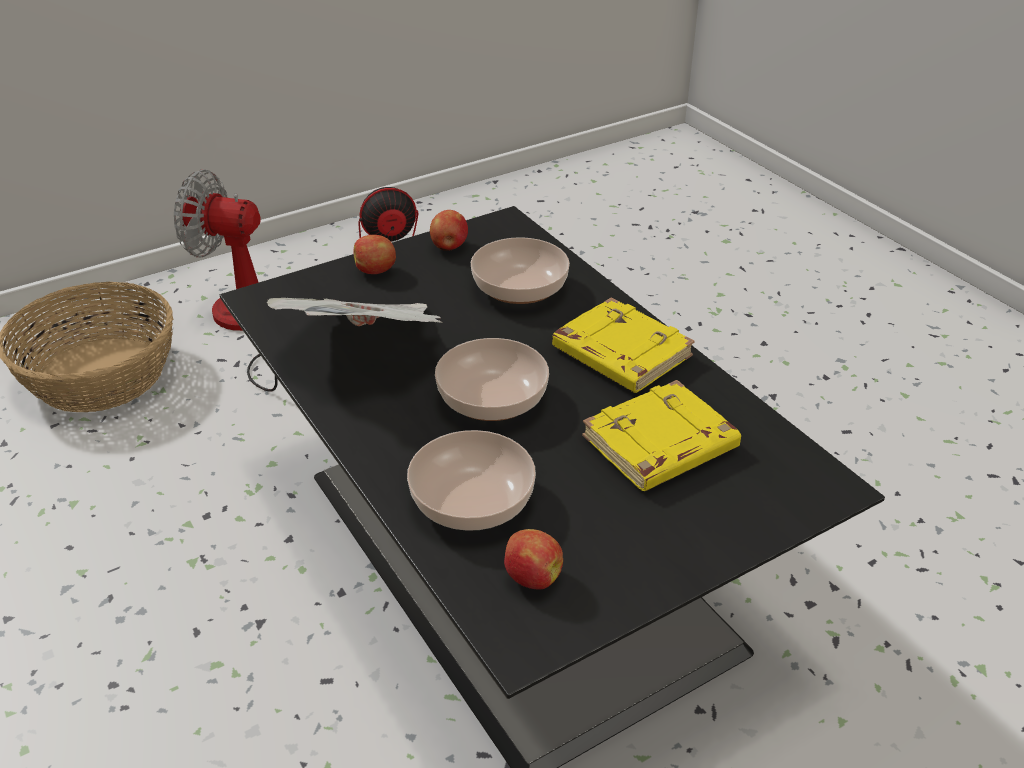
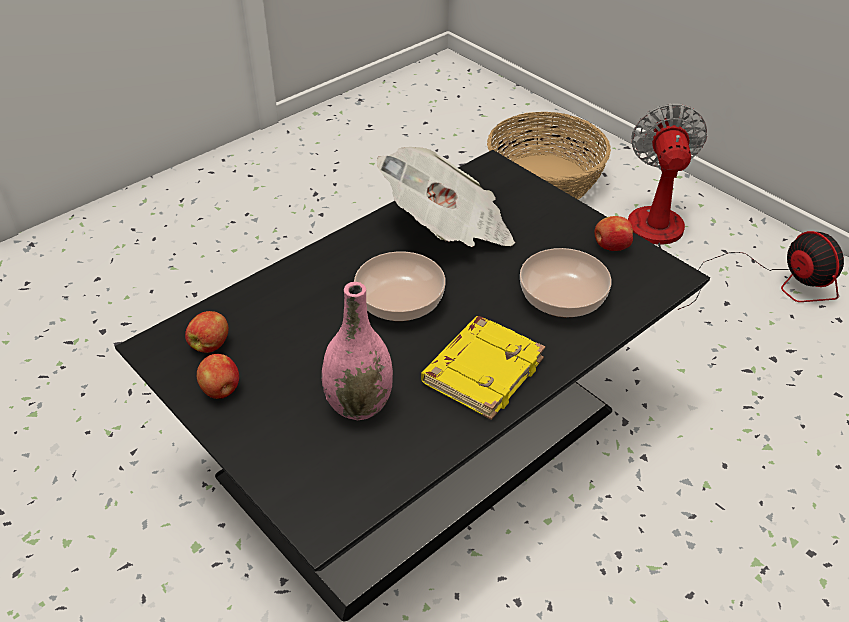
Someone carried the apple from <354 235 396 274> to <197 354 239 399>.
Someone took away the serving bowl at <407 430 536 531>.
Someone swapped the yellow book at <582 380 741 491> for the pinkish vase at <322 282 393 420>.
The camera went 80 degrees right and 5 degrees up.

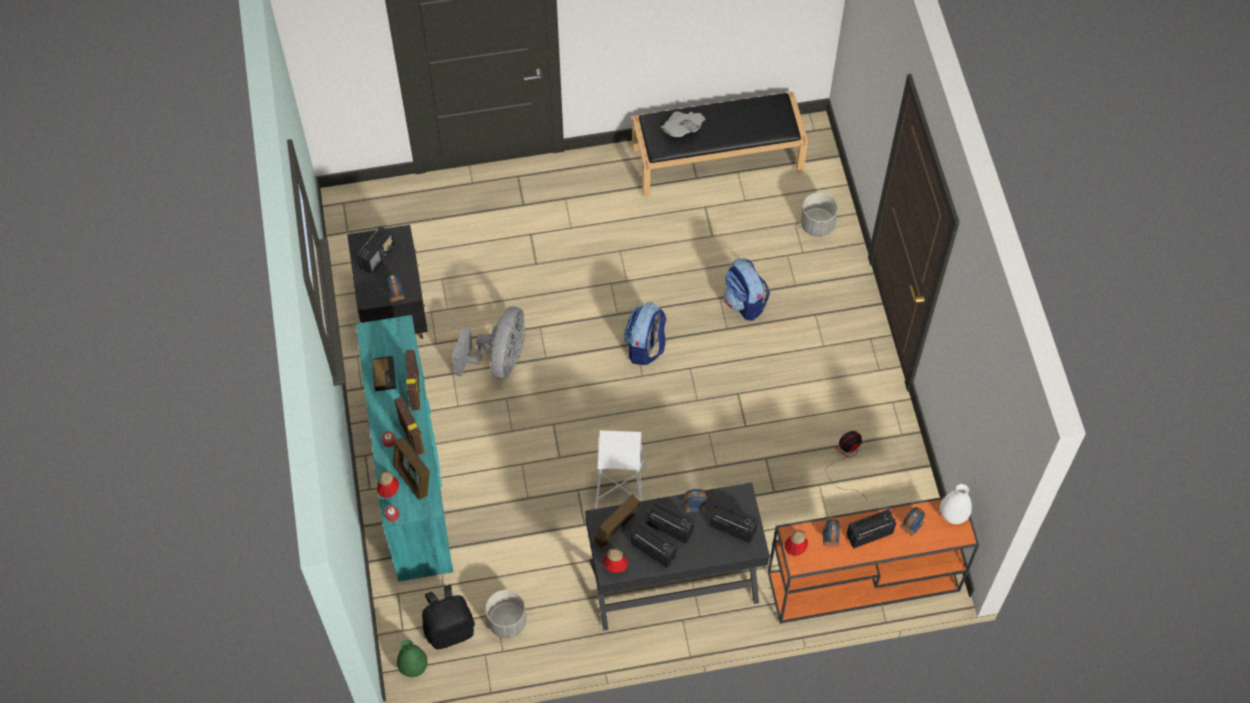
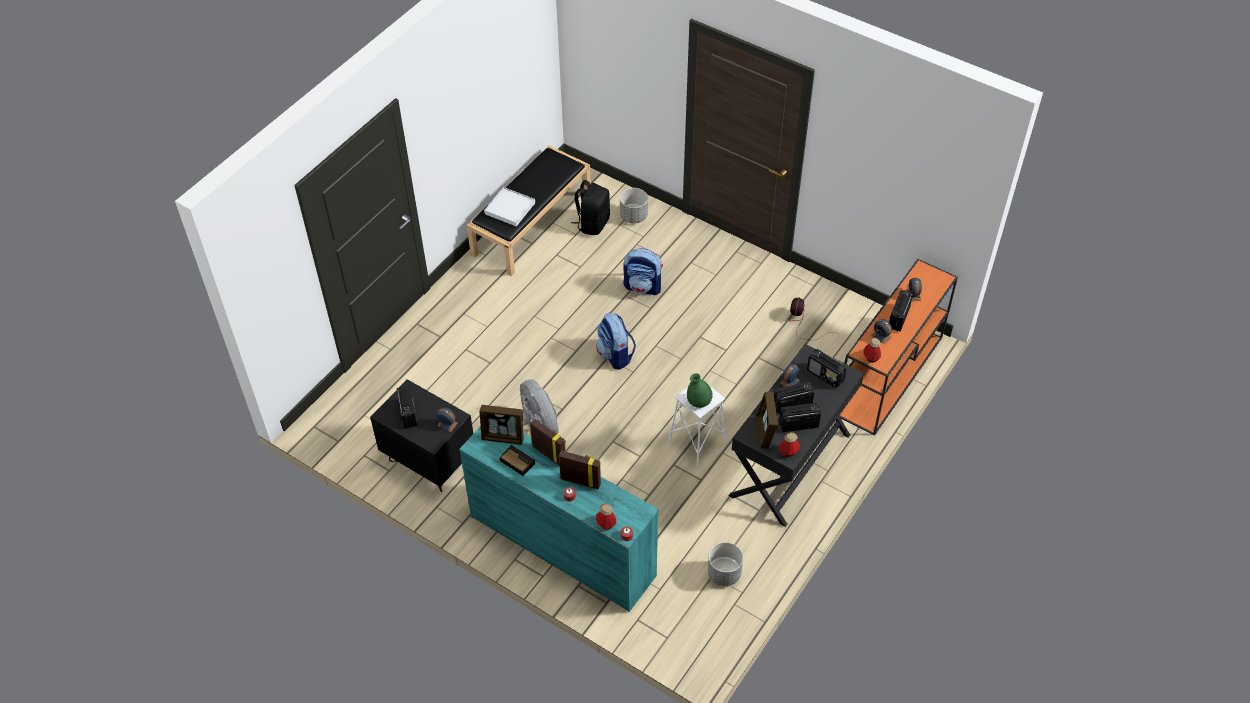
Someone carried the standing frame from <393 437 430 500> to <479 405 524 445>.
Someone carried the greenish vase from <397 640 427 677> to <687 373 713 408>.
Someone carried the black-coloured knapsack from <422 585 475 650> to <571 180 610 235>.
Someone swapped the printed paper at <661 111 706 137> for the whitish carrying tray at <484 187 535 227>.
Someone rotated the radio set at <710 502 758 543> by 120 degrees counterclockwise.
Someone took away the whitish vase at <940 484 972 524>.
The camera went 45 degrees left and 10 degrees down.

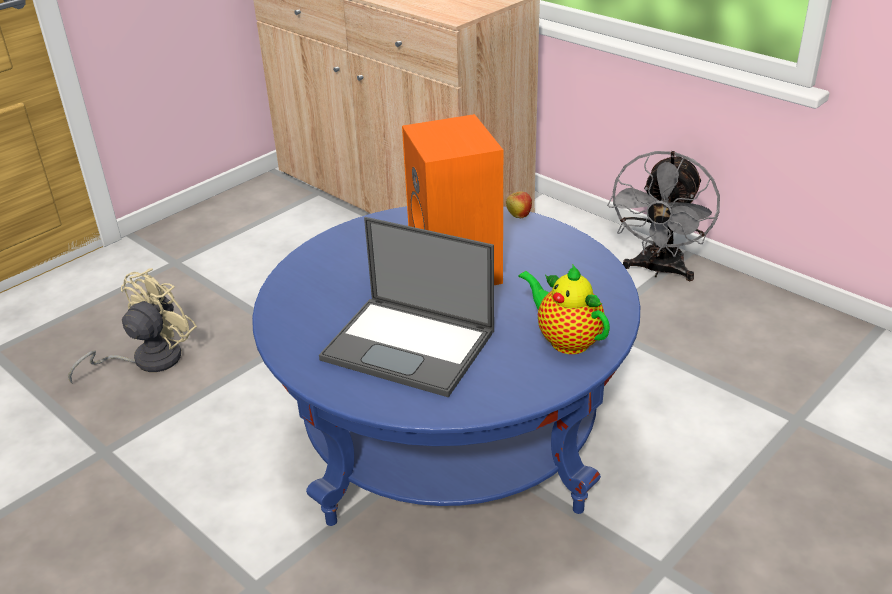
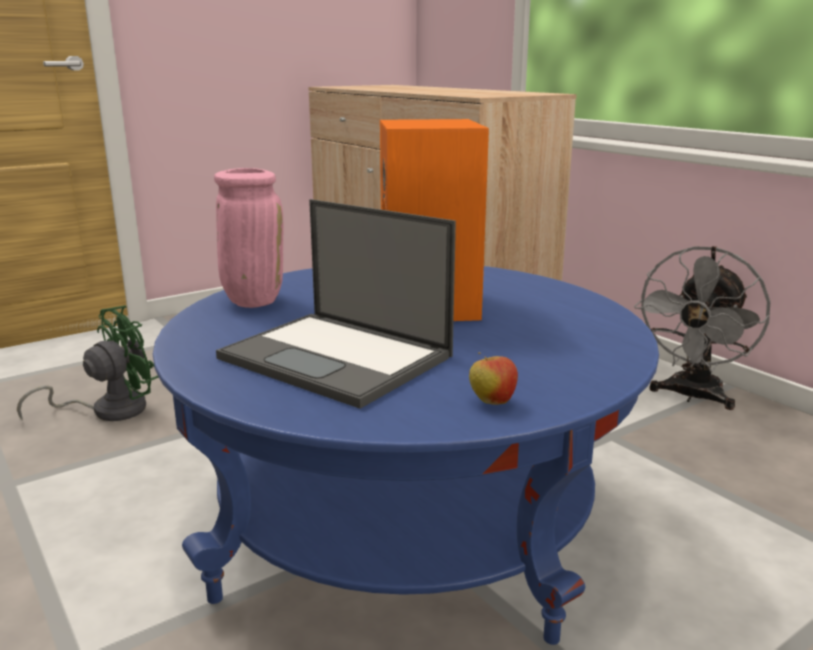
Someone repainted the sand-coloured cooling fan at <68 269 197 384>, which became the greenish cooling fan at <17 305 159 421>.
Someone carried the apple from <506 191 532 218> to <469 352 518 405>.
Someone took away the pot for tea at <518 264 610 354>.
Someone put down the pinkish vase at <214 168 283 308>.
The camera went 10 degrees right and 15 degrees down.

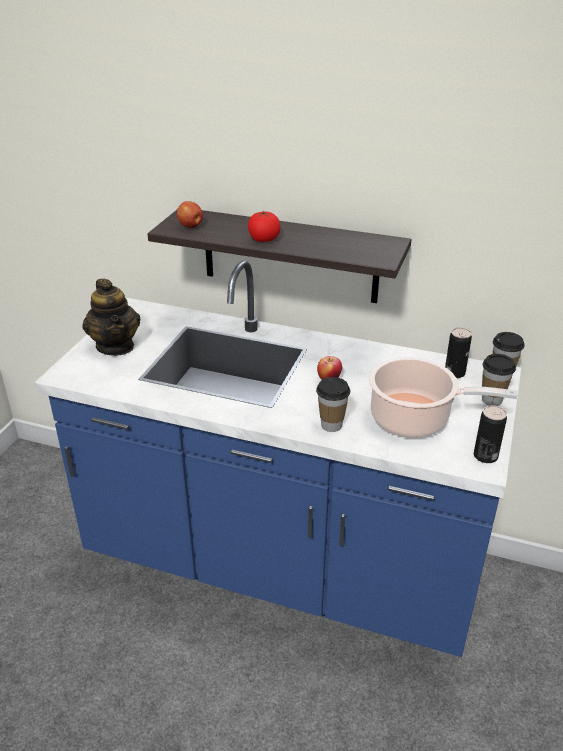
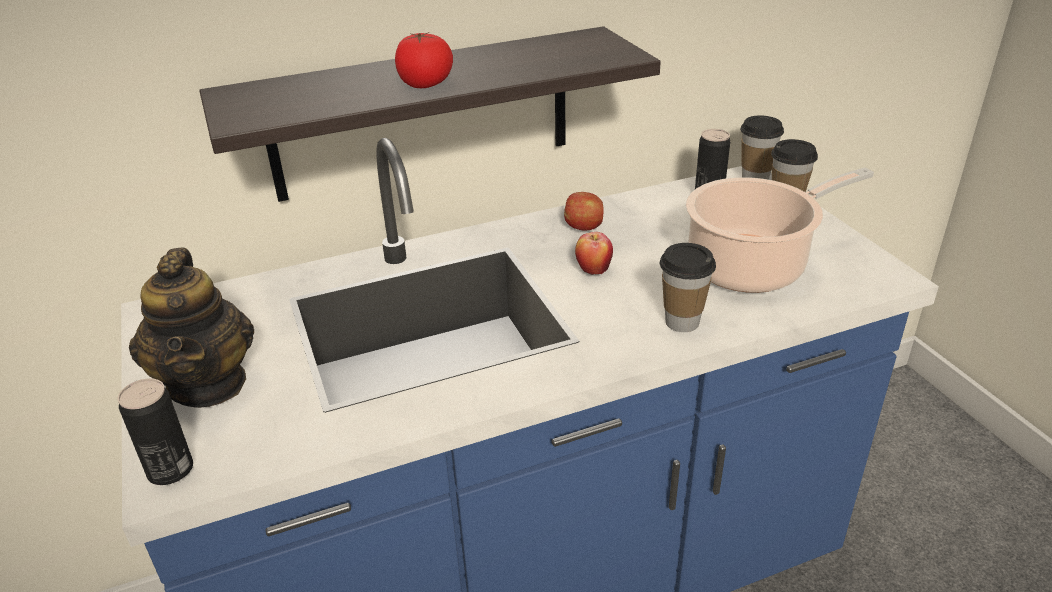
Someone rotated the pot for tea at <82 279 141 356> by 45 degrees clockwise.
Someone carried the apple from <177 201 203 228> to <564 192 604 231>.
Someone carried the metal can from <474 405 507 463> to <118 378 193 485>.
The camera went 40 degrees left and 0 degrees up.

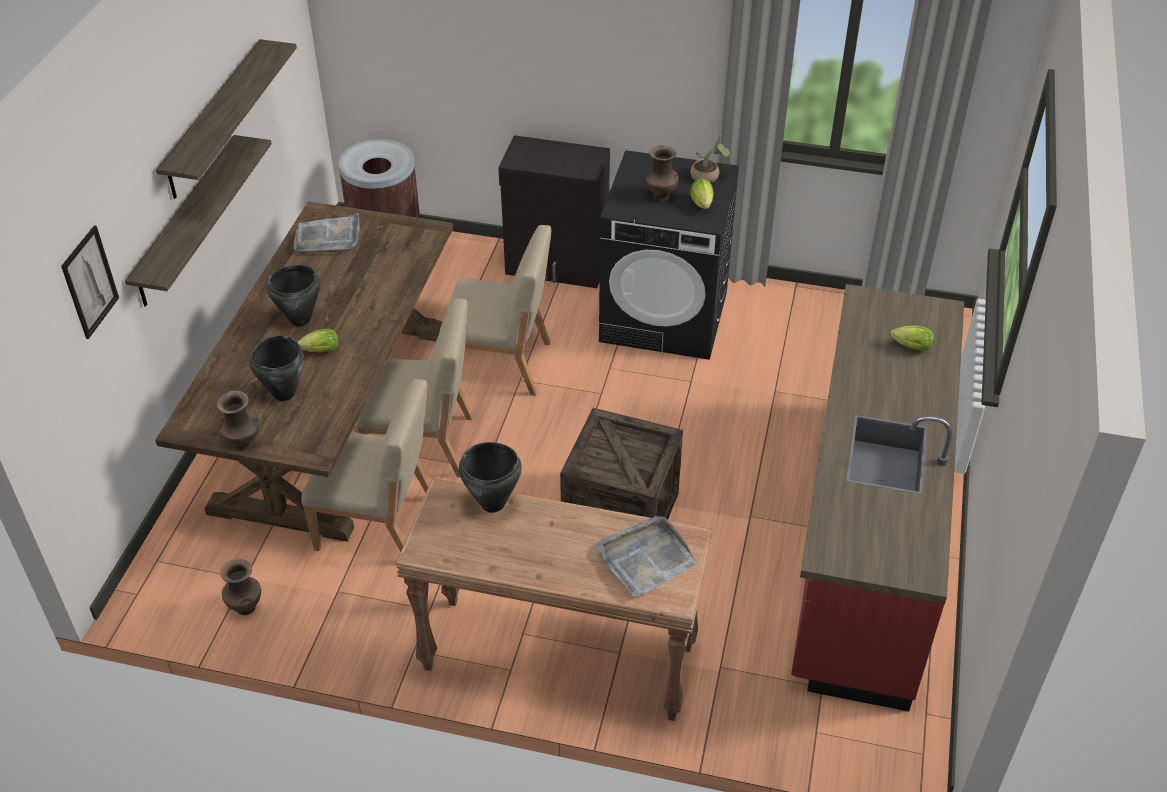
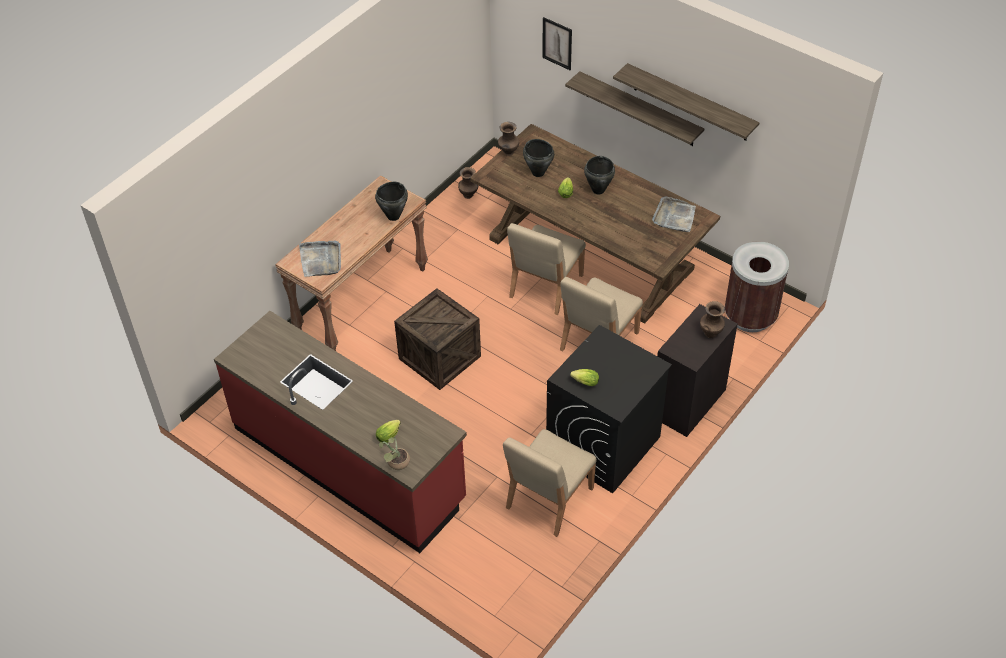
Someone carried the sand-coloured plain chair from <302 379 430 552> to <503 429 597 537>.
Someone carried the brown vase from <644 145 679 201> to <700 301 725 338>.
Someone carried the potted plant from <690 135 731 183> to <379 437 410 470>.
The camera went 115 degrees right and 5 degrees up.

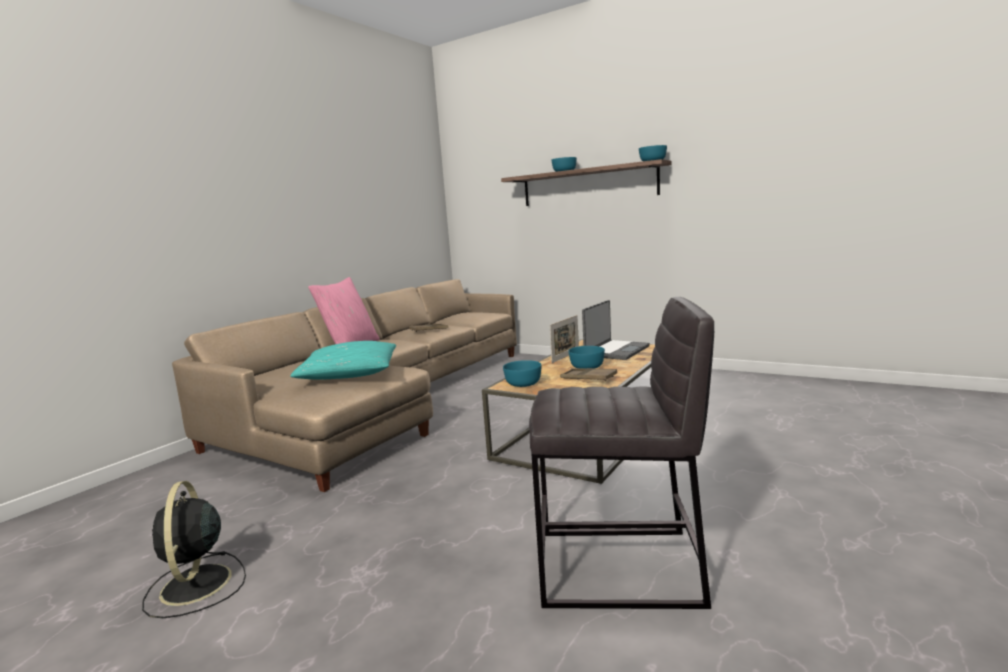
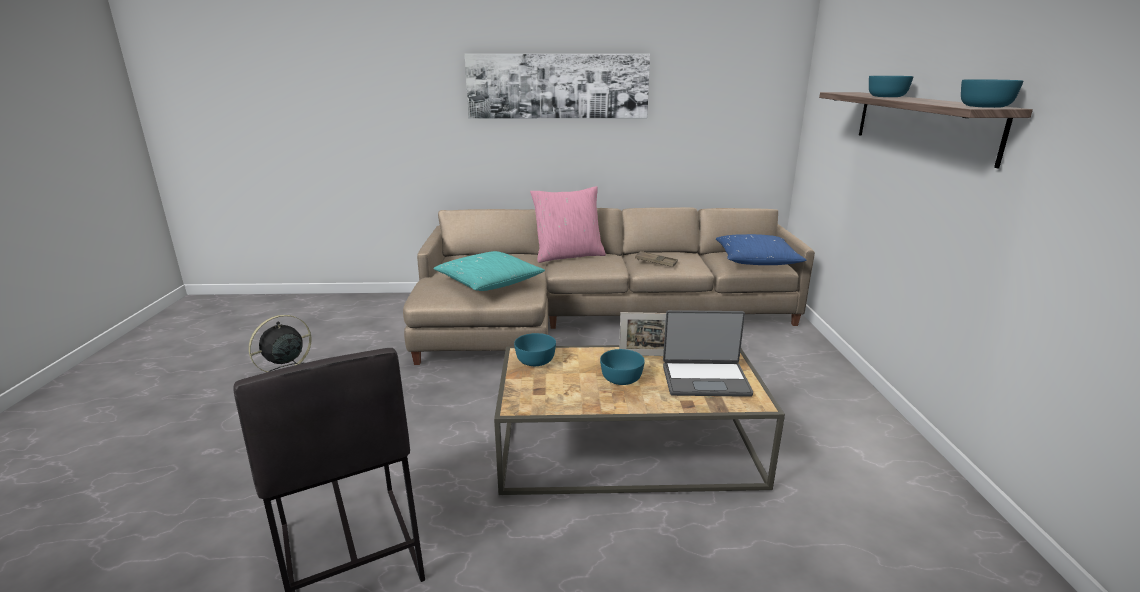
Someone took away the brown carrying tray at <560 368 617 381>.
Someone put up the wall picture at <465 54 650 119>.
Someone put down the blue throw pillow at <716 234 806 265>.
The camera went 55 degrees right and 10 degrees up.

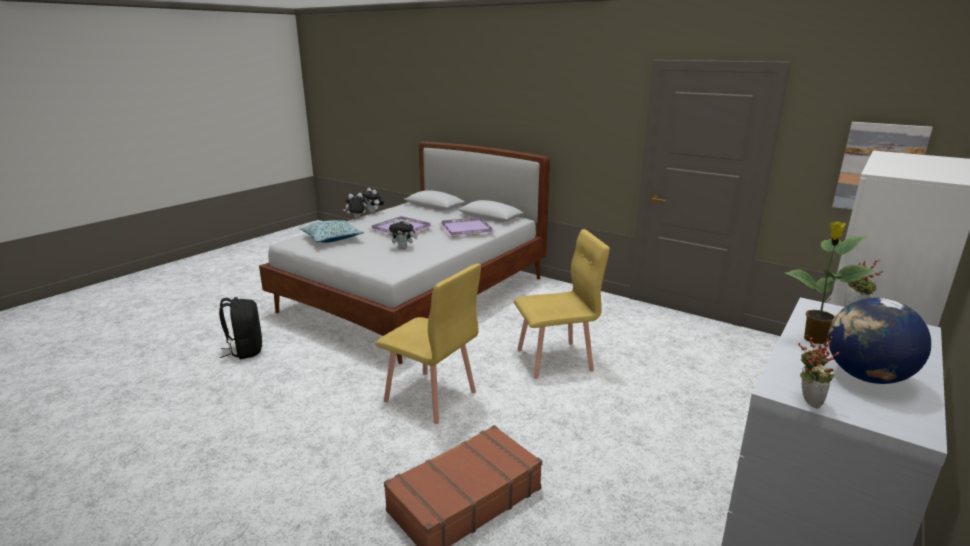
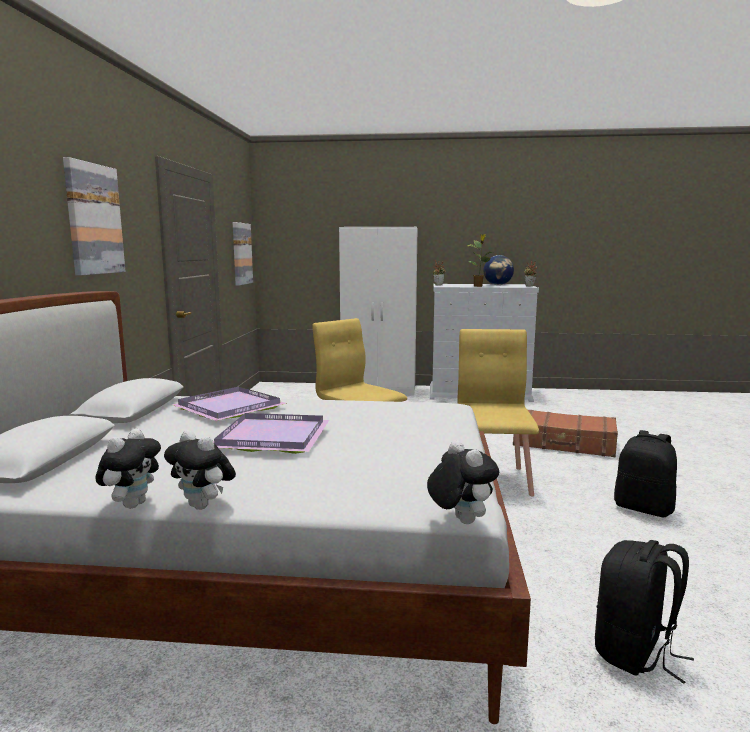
Someone took away the throw pillow at <300 220 364 243>.
Someone carried the plush toy from <389 219 417 249> to <427 440 499 524>.
Someone put up the wall picture at <63 157 126 275>.
Someone put down the black-coloured knapsack at <614 430 677 517>.
The camera went 120 degrees left and 10 degrees down.

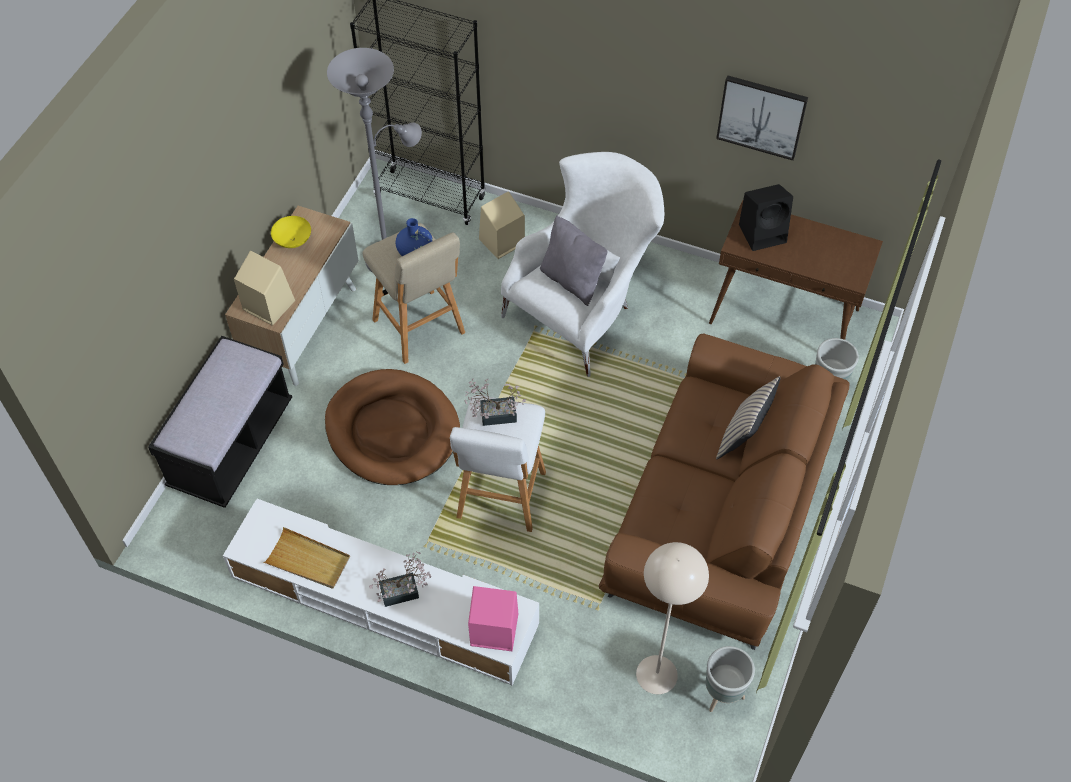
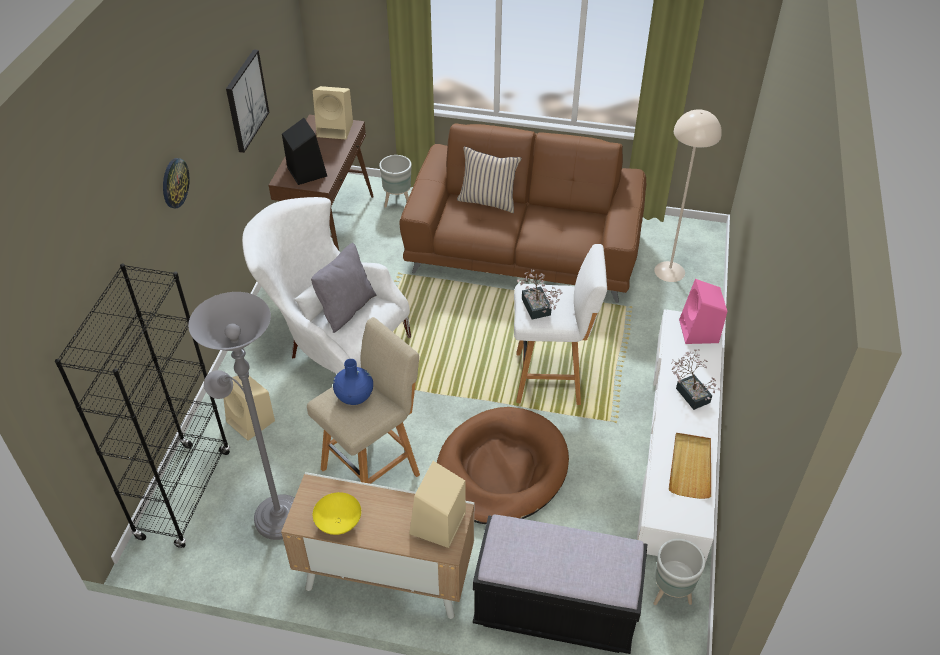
Someone carried the greyish flower pot from <706 646 755 712> to <653 539 705 605>.
Someone put up the clock on the wall at <163 158 190 208>.
Someone put down the sand-coloured speaker at <313 86 353 139>.
The camera went 100 degrees left and 10 degrees down.

